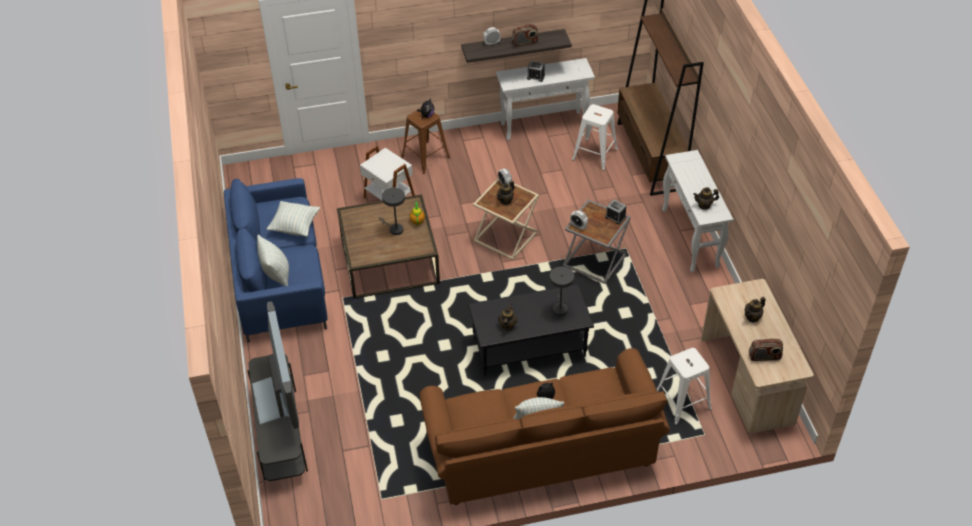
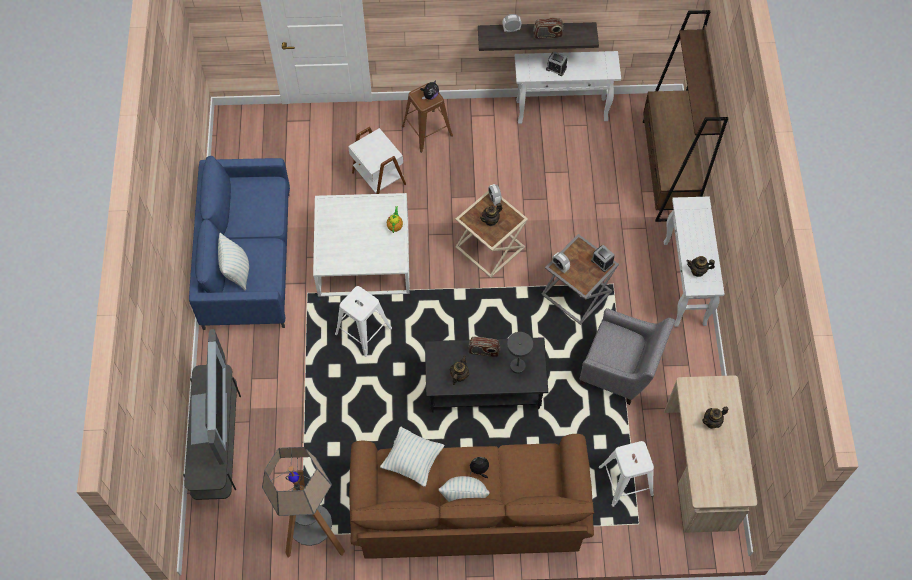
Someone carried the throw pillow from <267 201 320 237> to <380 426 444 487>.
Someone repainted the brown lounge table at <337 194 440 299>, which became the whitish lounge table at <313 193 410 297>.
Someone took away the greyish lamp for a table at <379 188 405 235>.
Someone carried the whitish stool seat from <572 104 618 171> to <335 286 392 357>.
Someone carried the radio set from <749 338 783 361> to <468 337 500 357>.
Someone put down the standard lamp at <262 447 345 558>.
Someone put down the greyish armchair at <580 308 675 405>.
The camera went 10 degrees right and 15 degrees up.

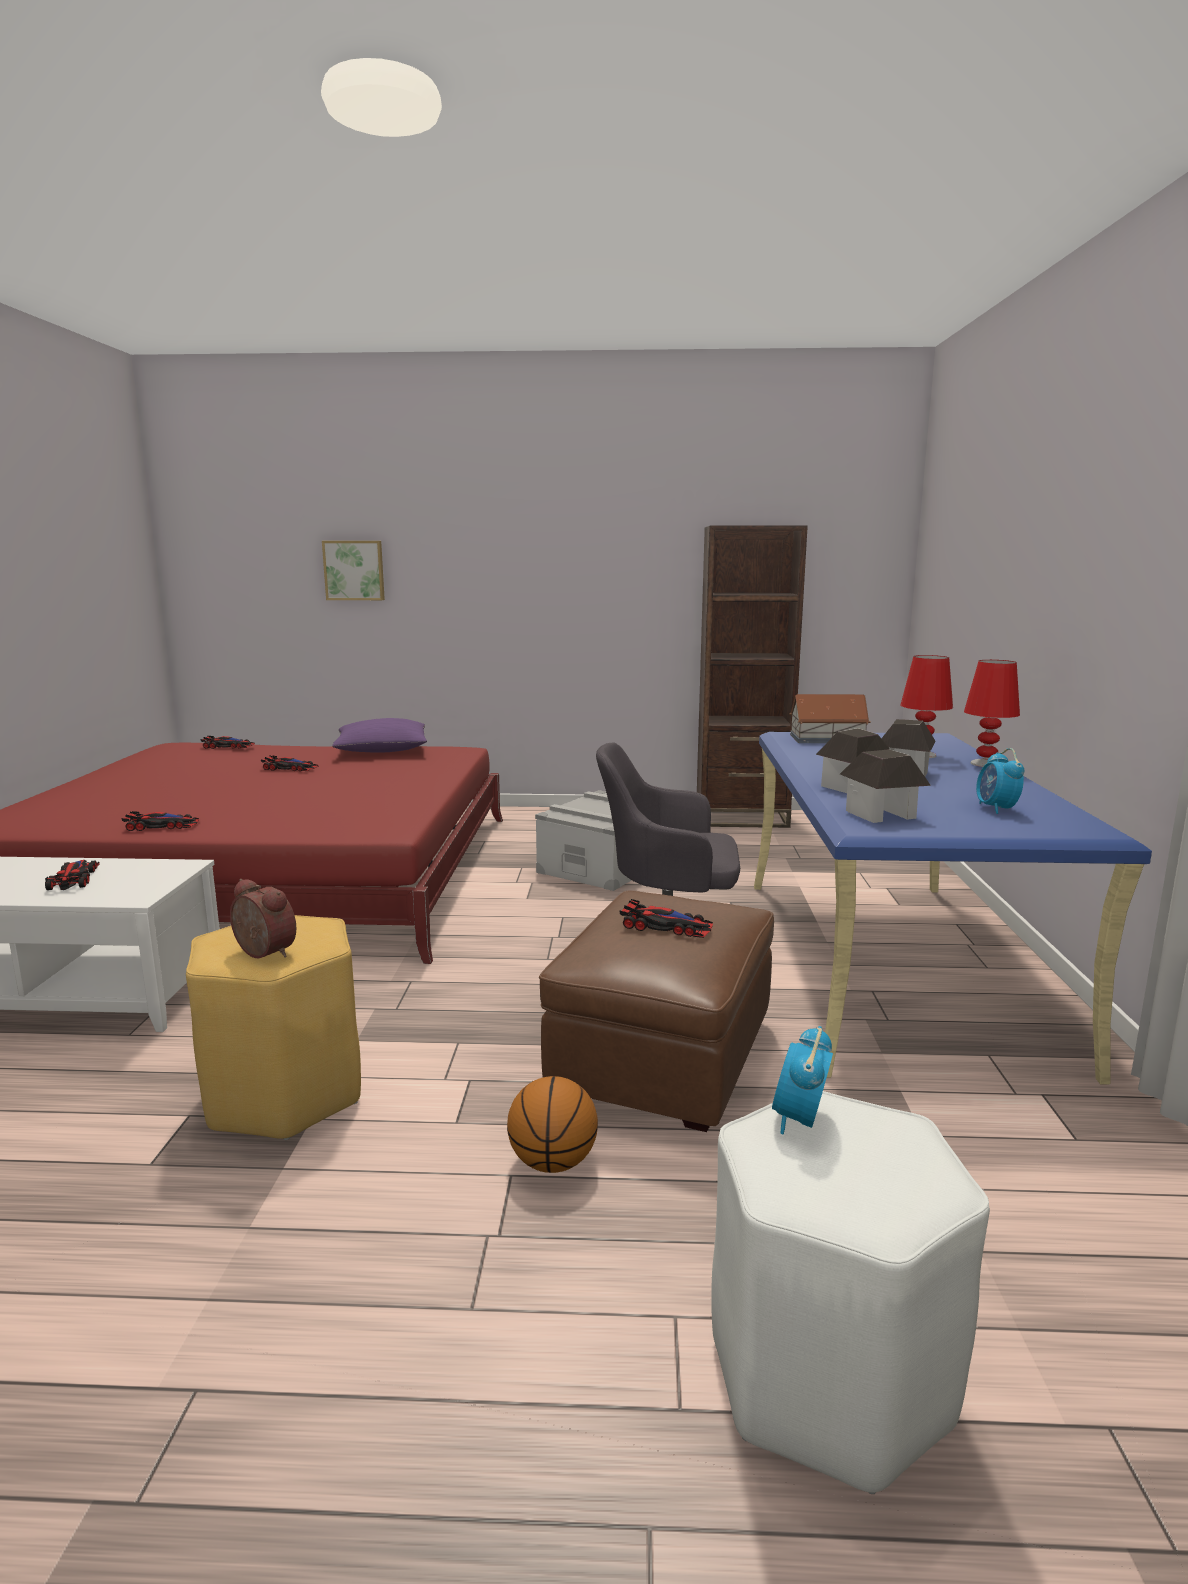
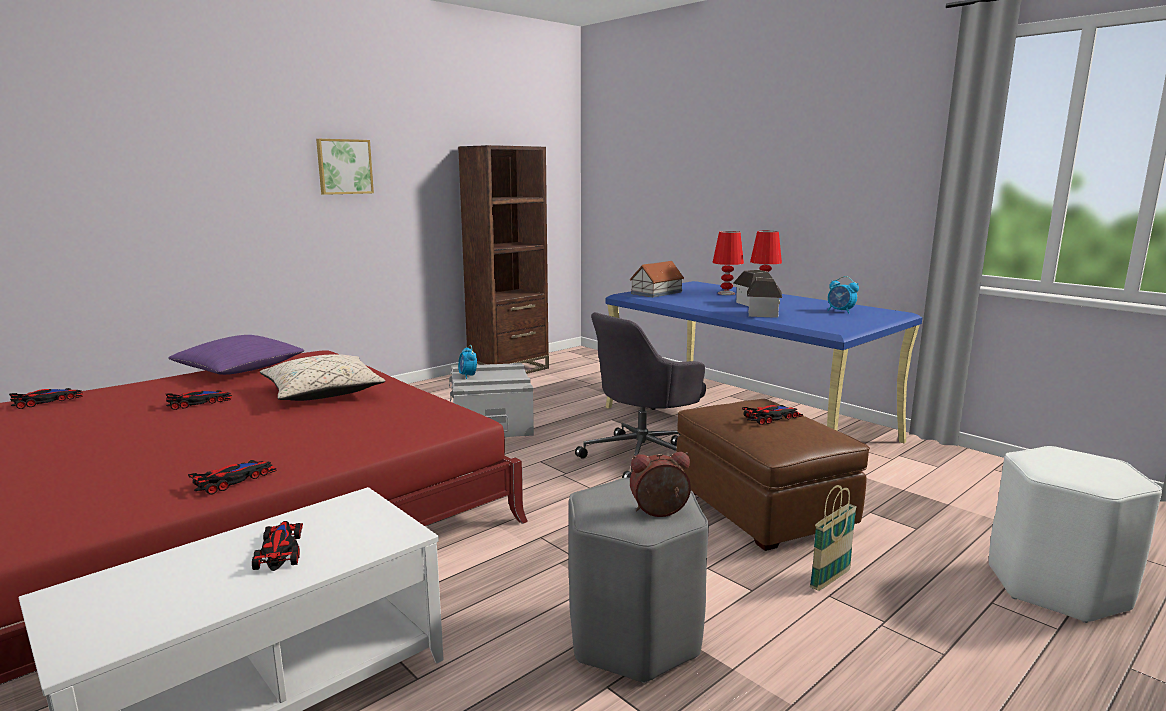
Someone rotated the model car at <45 860 100 890> by 45 degrees clockwise.
Someone repainted the yellow stool seat at <186 915 361 1140>, which became the greyish stool seat at <569 478 709 683>.
Someone carried the wall picture from <322 541 385 600> to <316 139 374 195>.
Someone swapped the ball for basketball at <507 1076 598 1173> for the storage basket at <810 485 857 591>.
Someone carried the table clock from <772 1026 833 1135> to <458 345 477 379>.
Someone took away the toy house at <840 749 931 823>.
Someone put down the sand-coloured throw pillow at <260 354 385 401>.
The camera went 45 degrees left and 0 degrees up.

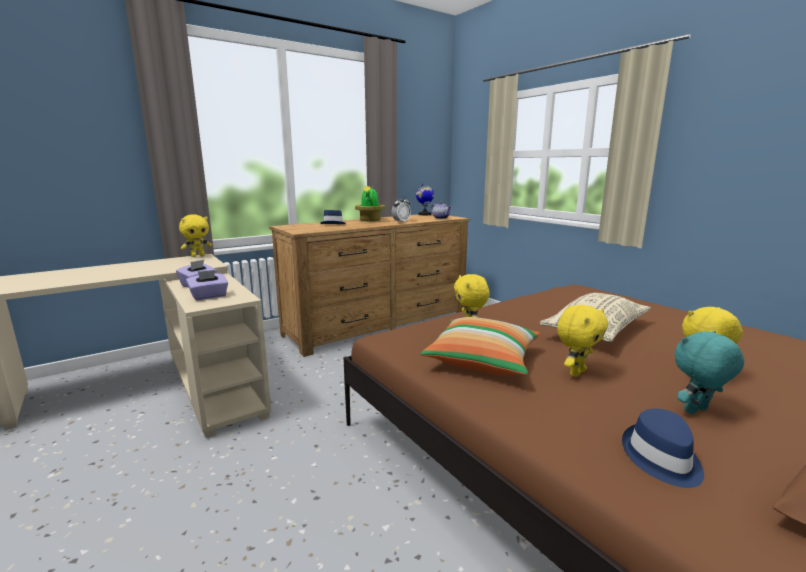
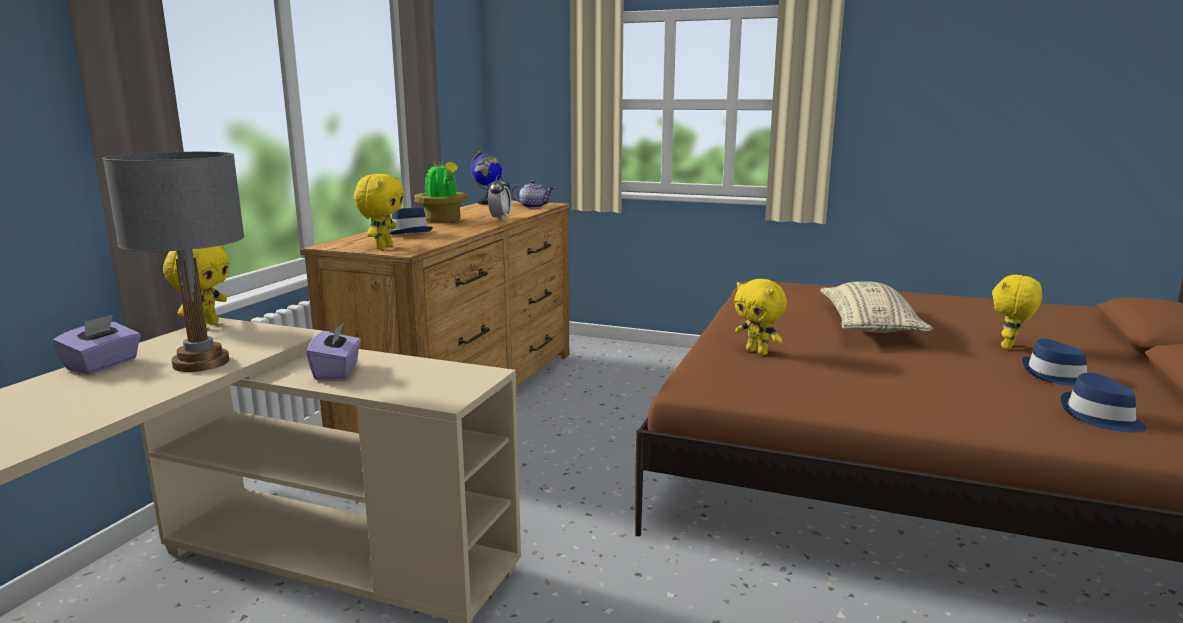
Someone carried the purplish tissue holder from <186 270 228 300> to <53 314 141 374>.
Someone took away the throw pillow at <420 317 540 375>.
Someone carried the yellow plush toy from <557 305 608 377> to <354 174 404 249>.
Someone swapped the blue-green plush toy at <674 331 744 414> for the blue clothing hat at <1022 339 1087 387>.
Someone put down the greyish lamp for a table at <103 152 244 372>.
The camera went 35 degrees left and 0 degrees up.

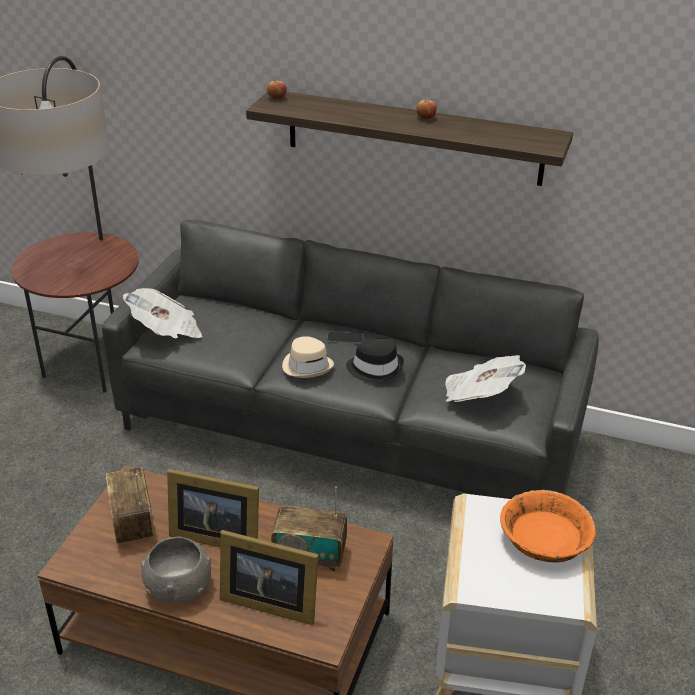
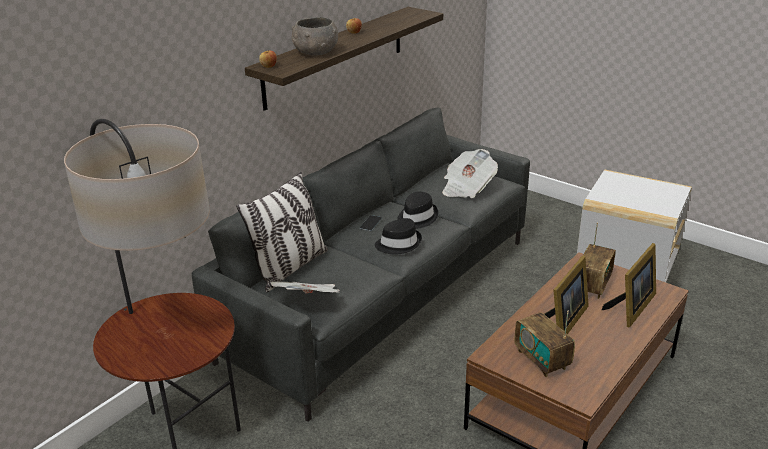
Someone rotated the radio set at <105 467 155 547> by 60 degrees clockwise.
Someone carried the greyish serving bowl from <141 537 212 603> to <292 17 338 56>.
Someone repainted the sand-coloured clothing hat at <282 336 334 378>, which became the black-coloured clothing hat at <375 218 422 255>.
Someone took away the orange serving bowl at <500 490 596 562>.
Someone put down the throw pillow at <236 172 328 293>.
The camera went 70 degrees left and 5 degrees down.

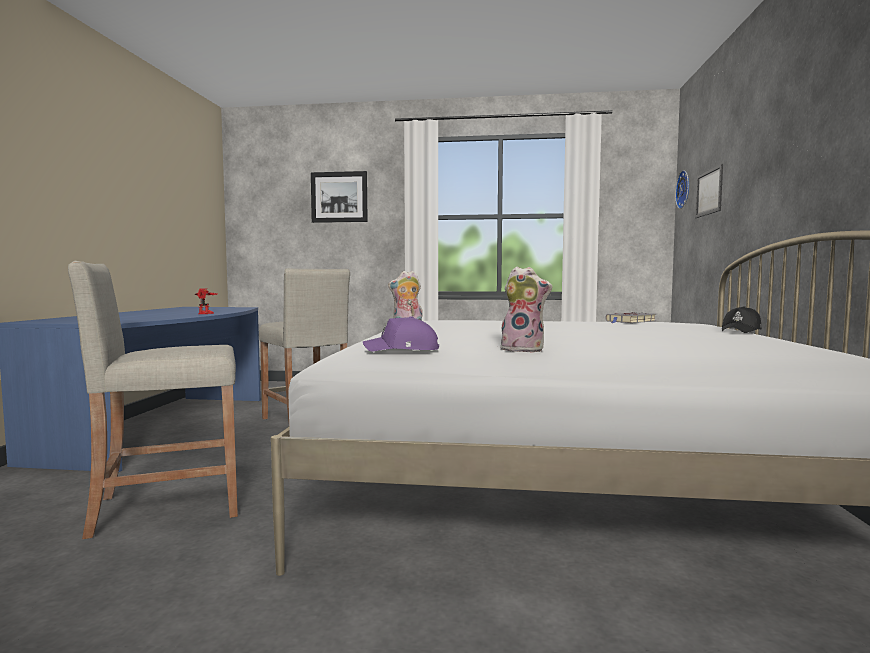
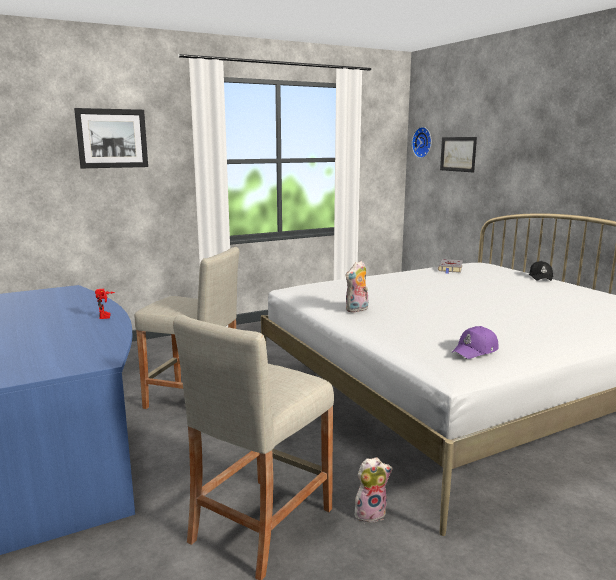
Someone carried the plush toy from <498 266 552 352> to <355 457 393 523>.
The camera went 35 degrees left and 10 degrees up.

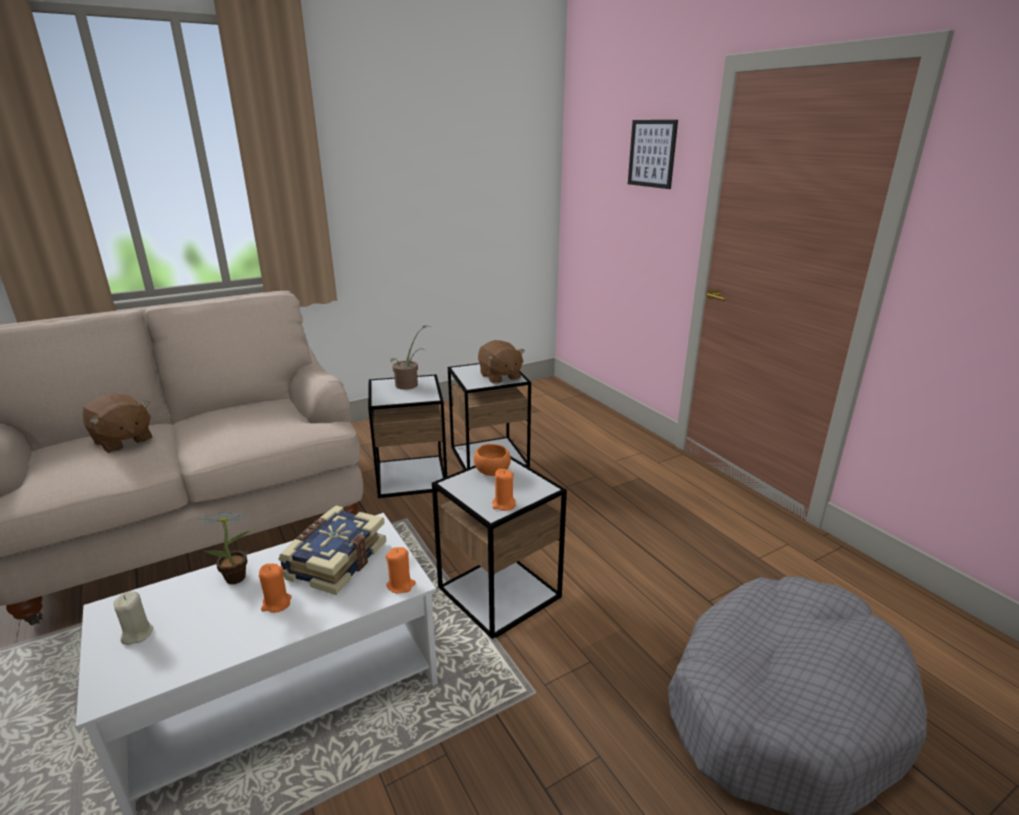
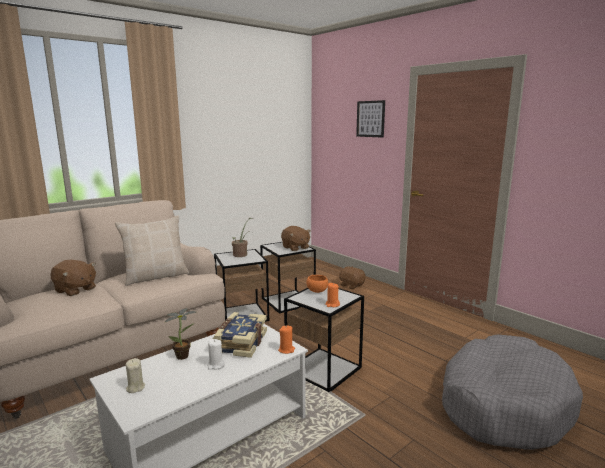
Someone repainted the orange wax light at <259 563 292 613>, which became the whitish wax light at <207 339 225 370>.
Someone put down the sand-coloured throw pillow at <115 215 189 286>.
Someone put down the brown plush toy at <339 266 366 289>.
The camera went 10 degrees left and 10 degrees down.

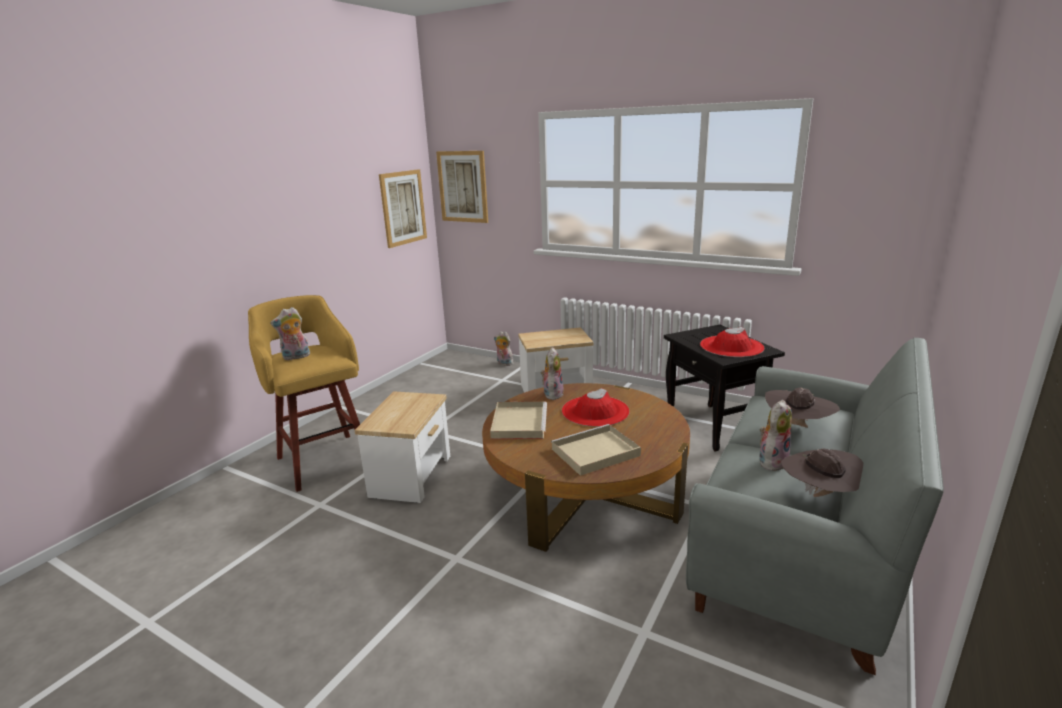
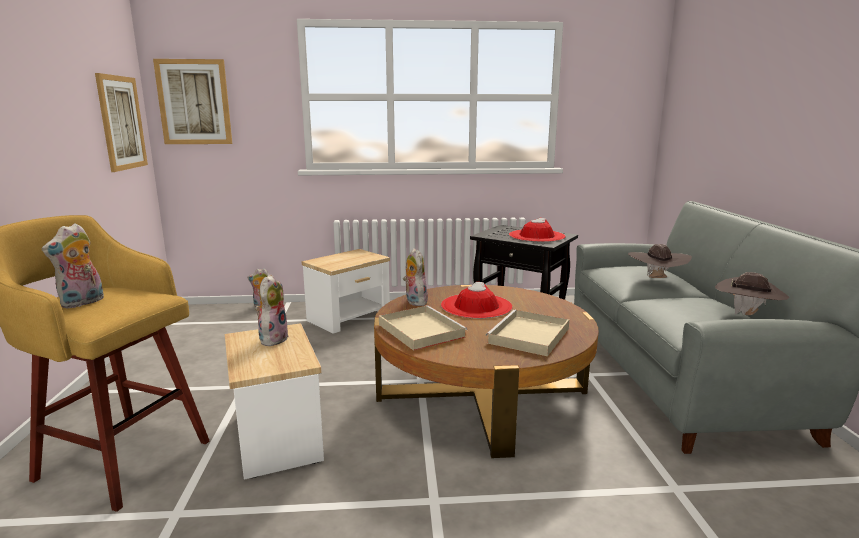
Someone carried the plush toy from <759 400 792 471> to <255 274 289 346>.
The camera went 35 degrees left and 5 degrees down.

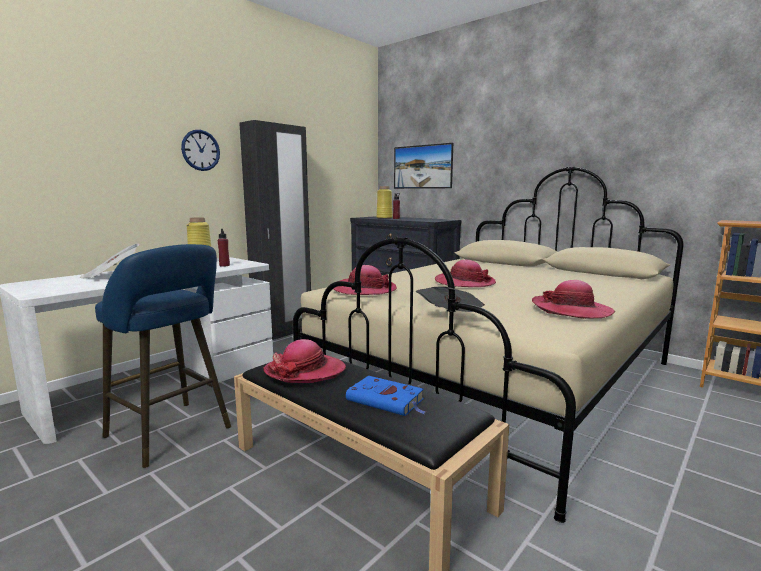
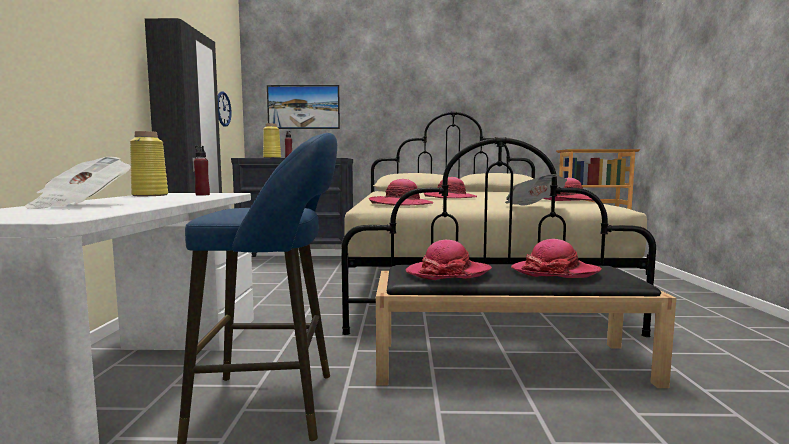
Someone carried the clock on the wall from <181 130 220 171> to <218 92 232 127>.
Someone swapped the blue book at <346 376 426 416> for the clothing hat at <511 239 602 278>.
The camera went 40 degrees left and 5 degrees down.

